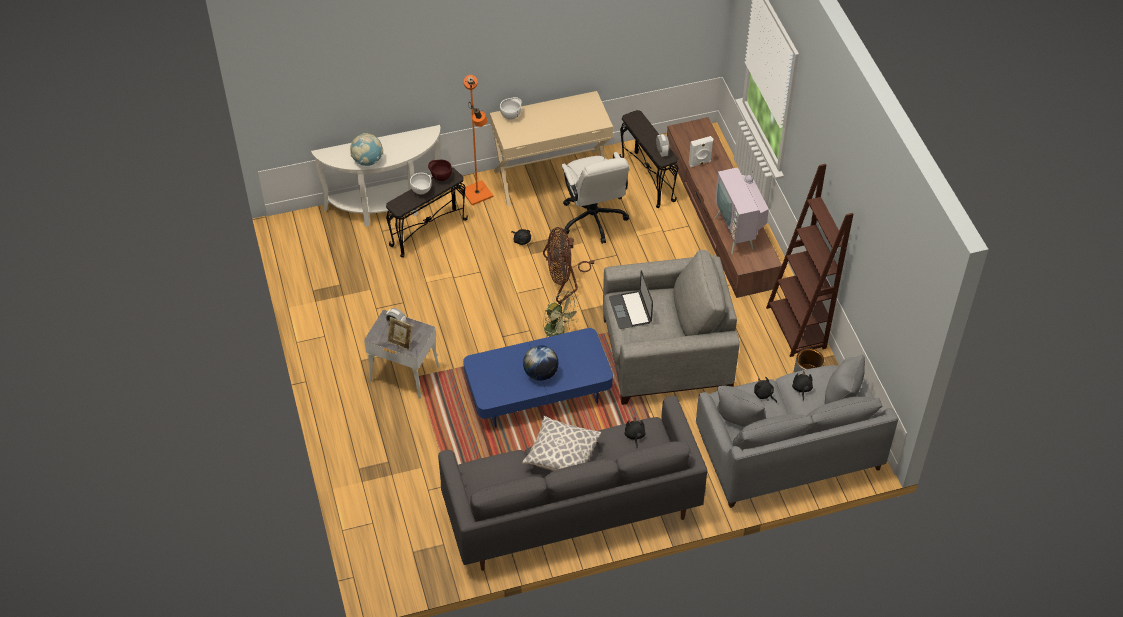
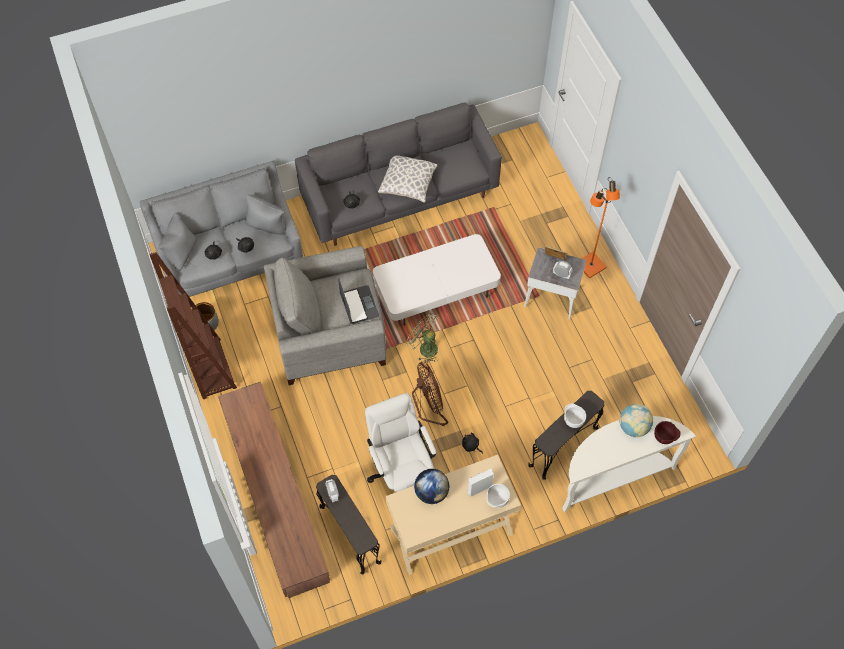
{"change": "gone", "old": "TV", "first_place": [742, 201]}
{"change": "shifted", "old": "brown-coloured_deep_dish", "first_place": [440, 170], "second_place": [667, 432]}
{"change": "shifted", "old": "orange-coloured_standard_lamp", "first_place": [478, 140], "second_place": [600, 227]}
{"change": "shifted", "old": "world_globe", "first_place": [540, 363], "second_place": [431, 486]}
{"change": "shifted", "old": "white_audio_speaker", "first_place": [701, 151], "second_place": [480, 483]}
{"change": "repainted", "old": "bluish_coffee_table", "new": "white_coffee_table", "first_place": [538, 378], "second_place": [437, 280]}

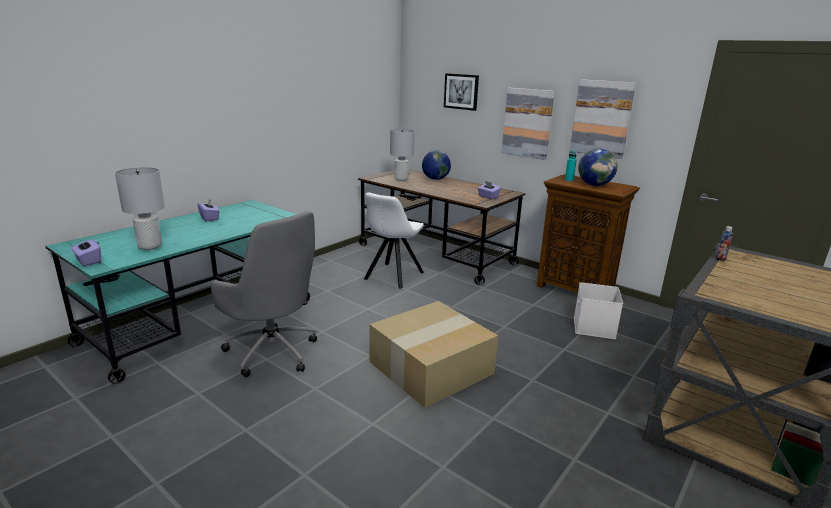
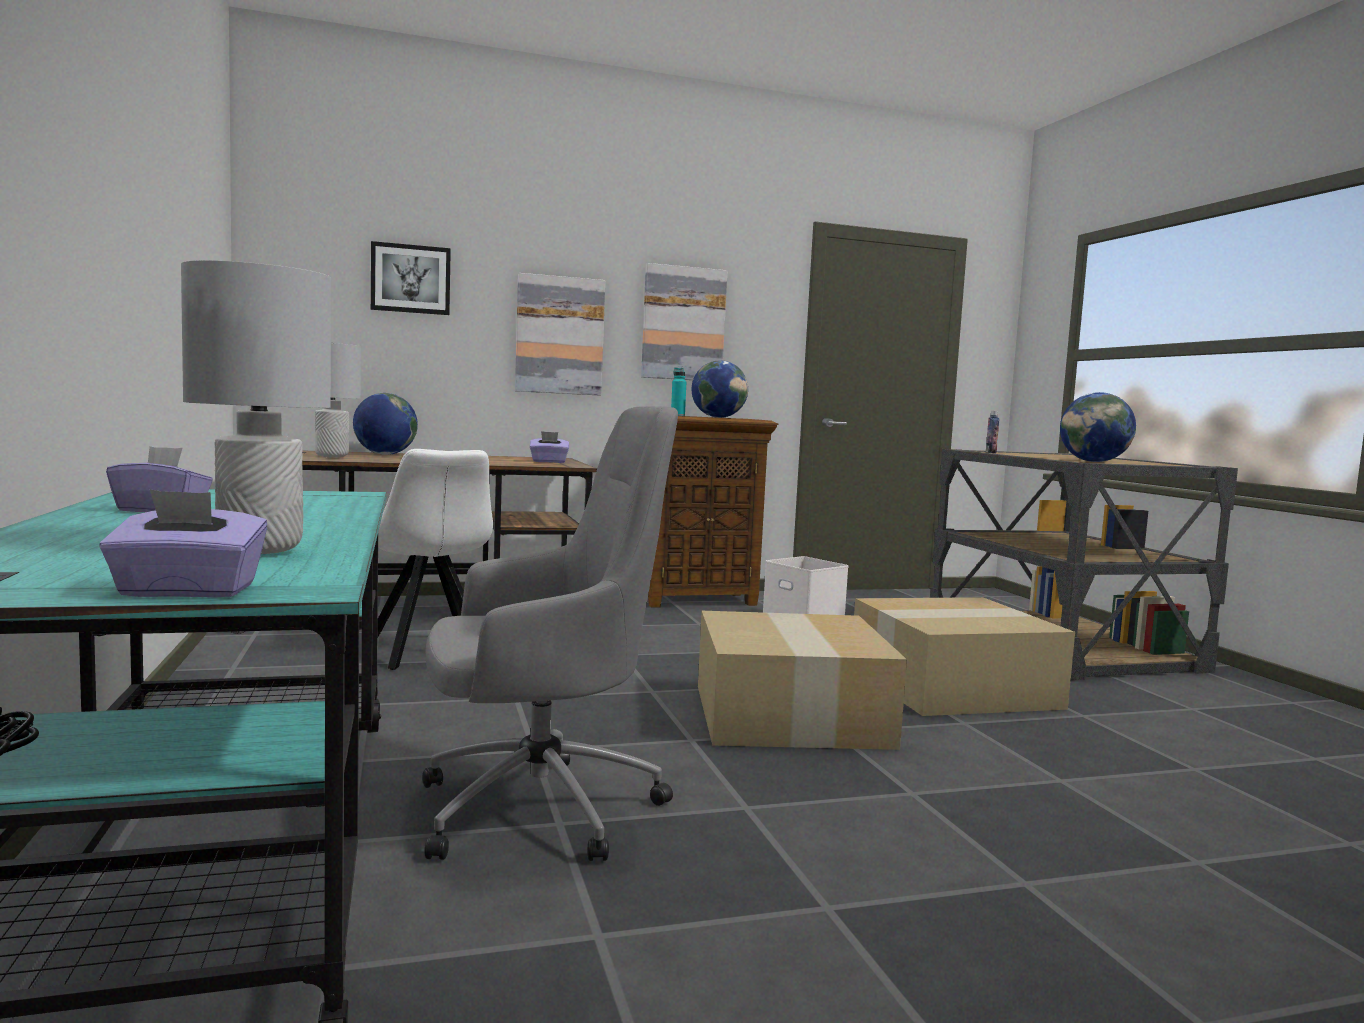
{"change": "new", "new": "cardboard_box", "second_place": [964, 656]}
{"change": "new", "new": "world_globe", "second_place": [1098, 427]}

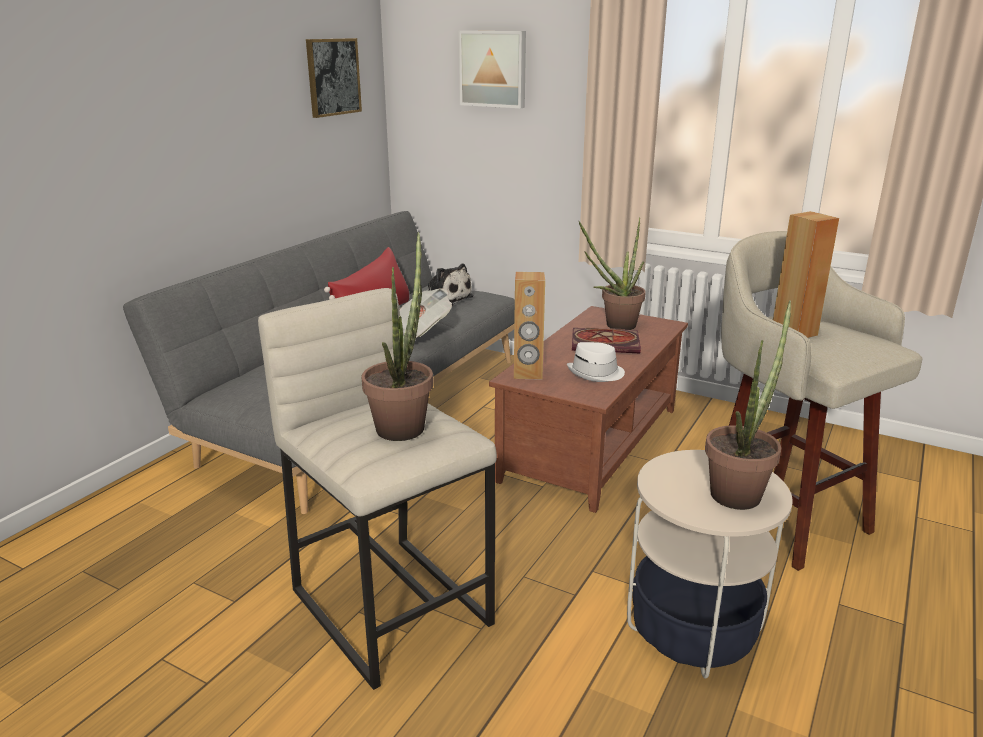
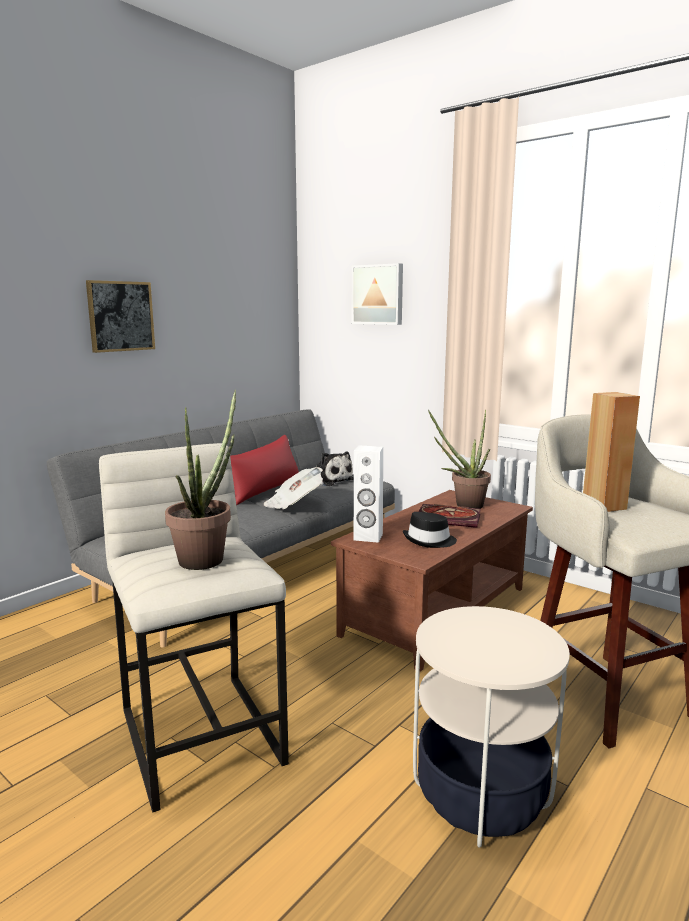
{"change": "gone", "old": "houseplant", "first_place": [748, 405]}
{"change": "shifted", "old": "picture", "first_place": [334, 78], "second_place": [120, 316]}
{"change": "repainted", "old": "brown-coloured_audio_speaker", "new": "white_audio_speaker", "first_place": [529, 326], "second_place": [368, 494]}
{"change": "repainted", "old": "white_clothing_hat", "new": "black_clothing_hat", "first_place": [596, 362], "second_place": [430, 530]}

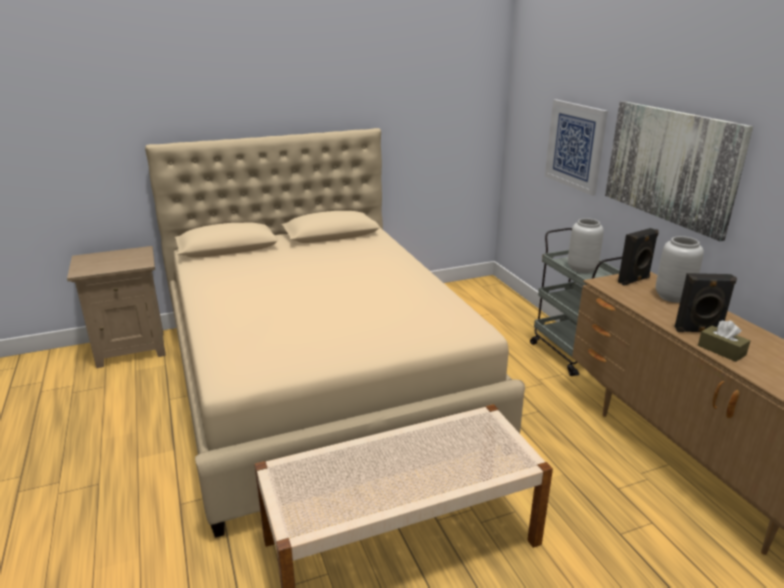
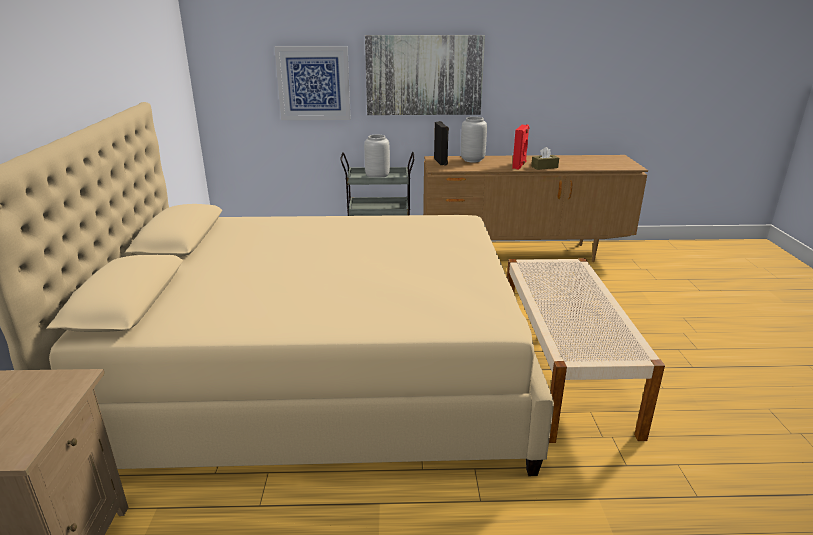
{"change": "repainted", "old": "black_audio_speaker", "new": "reddish_audio_speaker", "first_place": [706, 302], "second_place": [521, 147]}

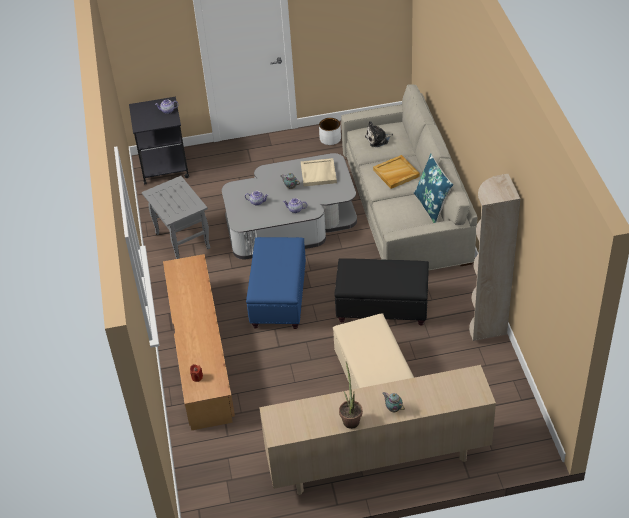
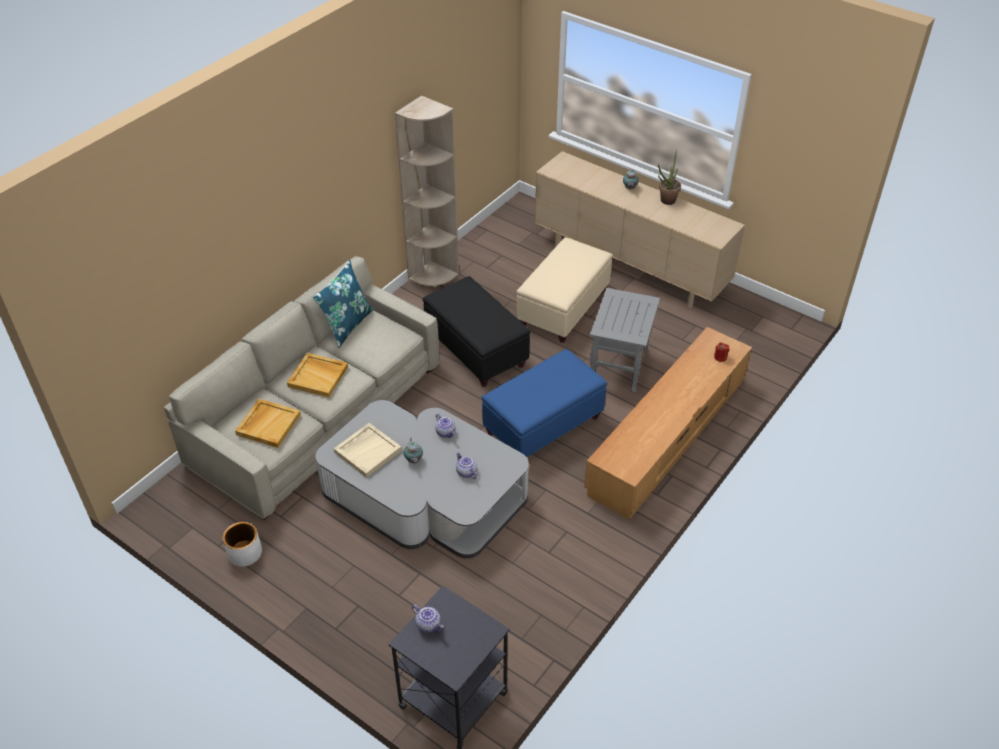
{"change": "shifted", "old": "grey_side_table", "first_place": [176, 217], "second_place": [625, 340]}
{"change": "swapped", "old": "cuddly_toy", "new": "beige-coloured_tray", "first_place": [379, 134], "second_place": [268, 423]}

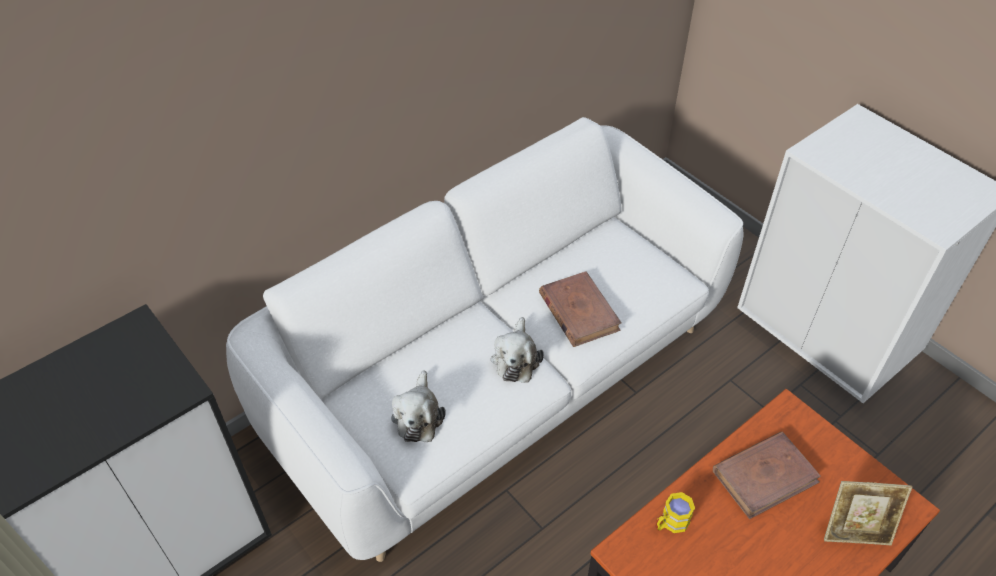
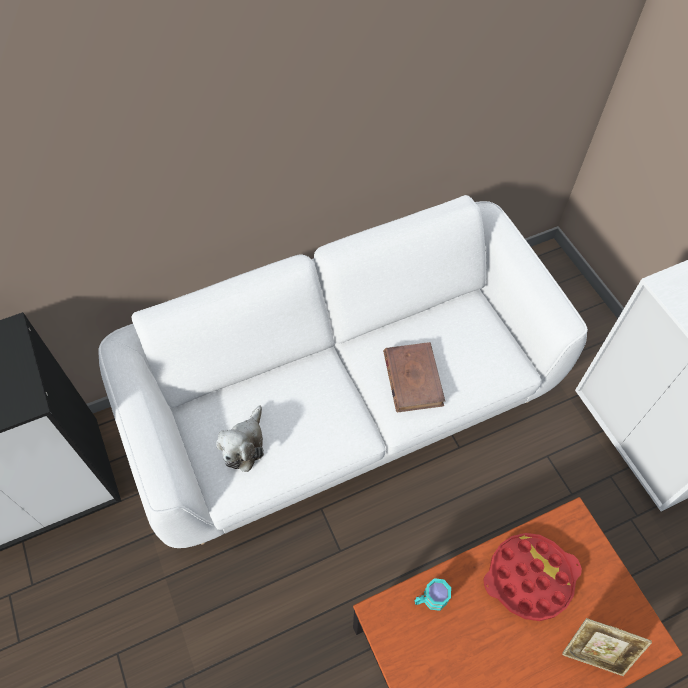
{"change": "gone", "old": "cuddly_toy", "first_place": [517, 350]}
{"change": "swapped", "old": "brown-coloured_volume", "new": "reddish_tray", "first_place": [767, 475], "second_place": [532, 577]}
{"change": "repainted", "old": "yellow_mug", "new": "turquoise-coloured_mug", "first_place": [675, 512], "second_place": [432, 594]}

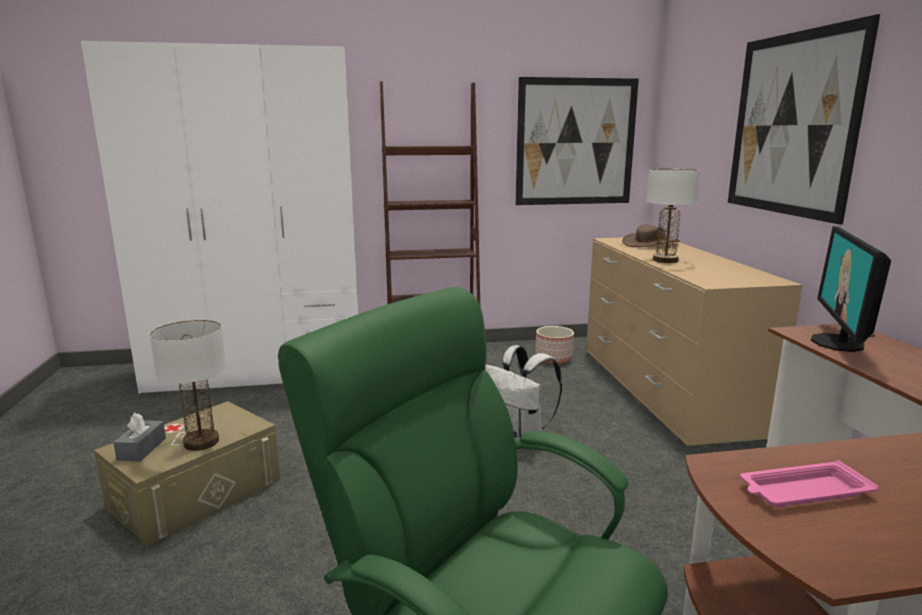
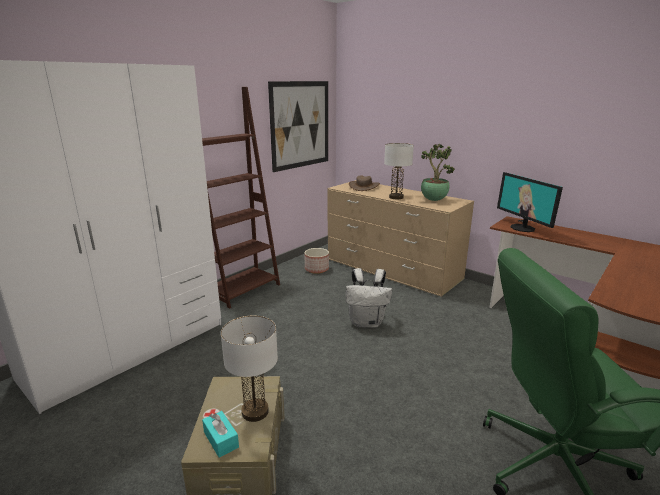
{"change": "gone", "old": "picture", "first_place": [804, 119]}
{"change": "gone", "old": "pinkish_tray", "first_place": [809, 483]}
{"change": "new", "new": "houseplant", "second_place": [438, 172]}
{"change": "repainted", "old": "grey_tissue_box", "new": "turquoise-coloured_tissue_box", "first_place": [139, 437], "second_place": [220, 434]}

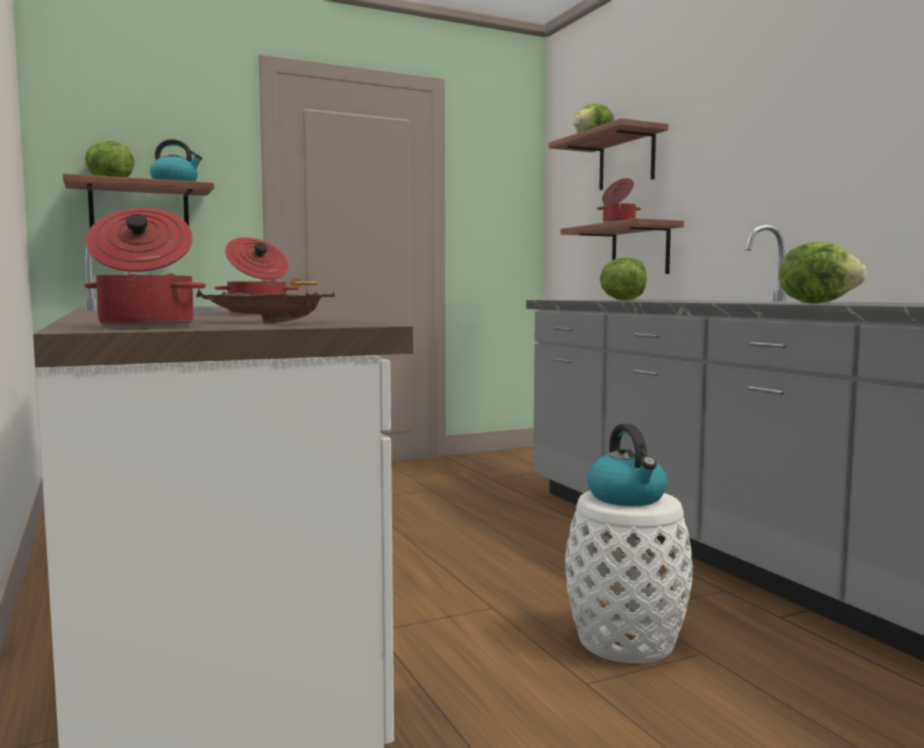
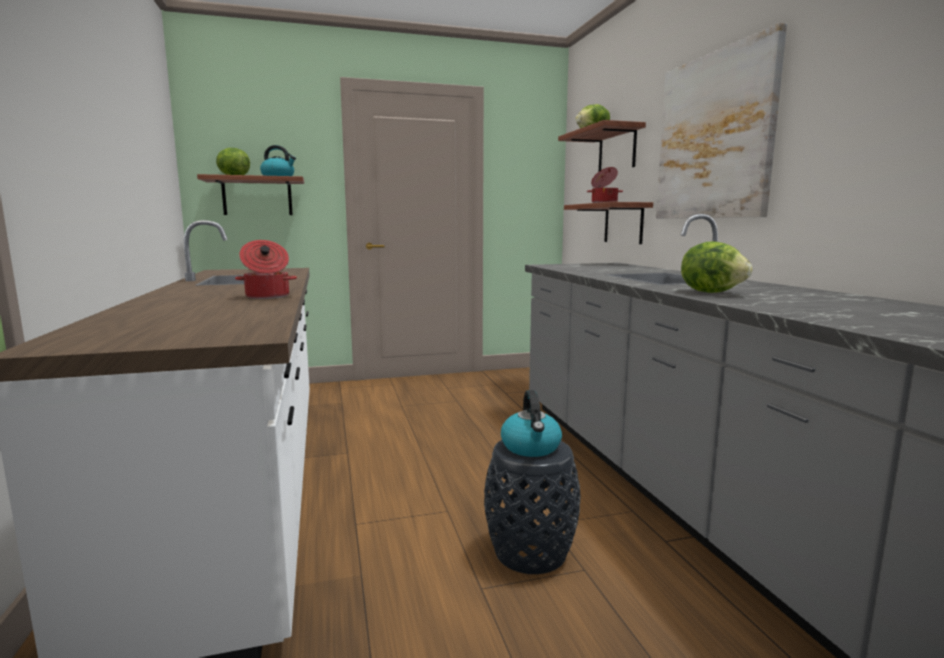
{"change": "gone", "old": "saucepot", "first_place": [145, 268]}
{"change": "gone", "old": "brown-coloured_tray", "first_place": [265, 306]}
{"change": "gone", "old": "lettuce_head", "first_place": [623, 278]}
{"change": "new", "new": "picture", "second_place": [721, 120]}
{"change": "repainted", "old": "white_sitting_stool", "new": "black_sitting_stool", "first_place": [629, 577], "second_place": [532, 507]}

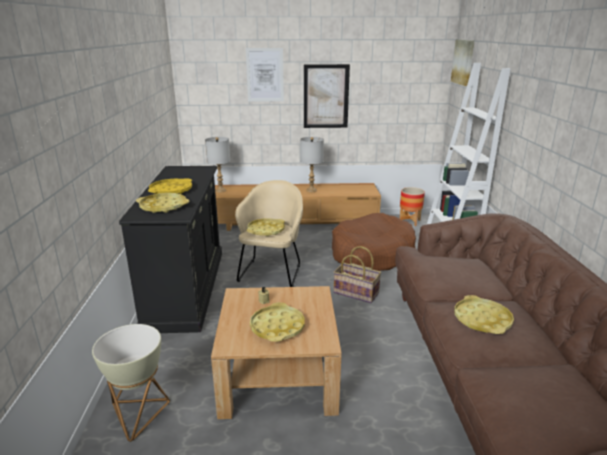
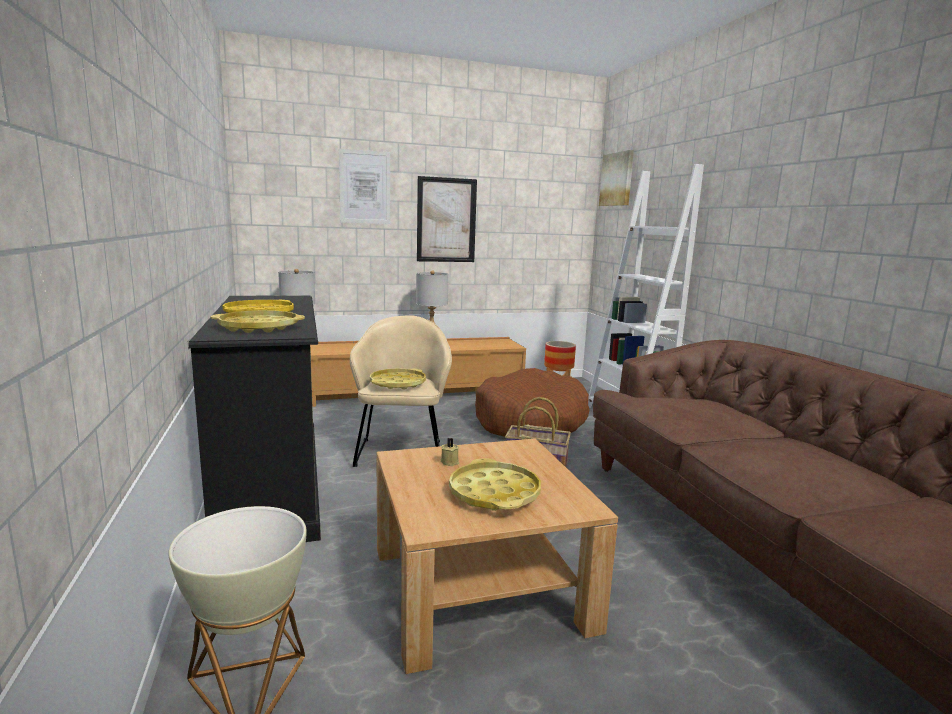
{"change": "gone", "old": "yellow_tray", "first_place": [484, 314]}

